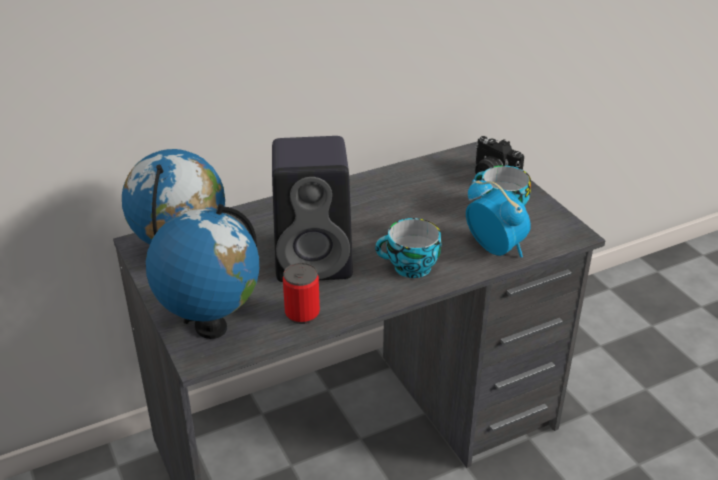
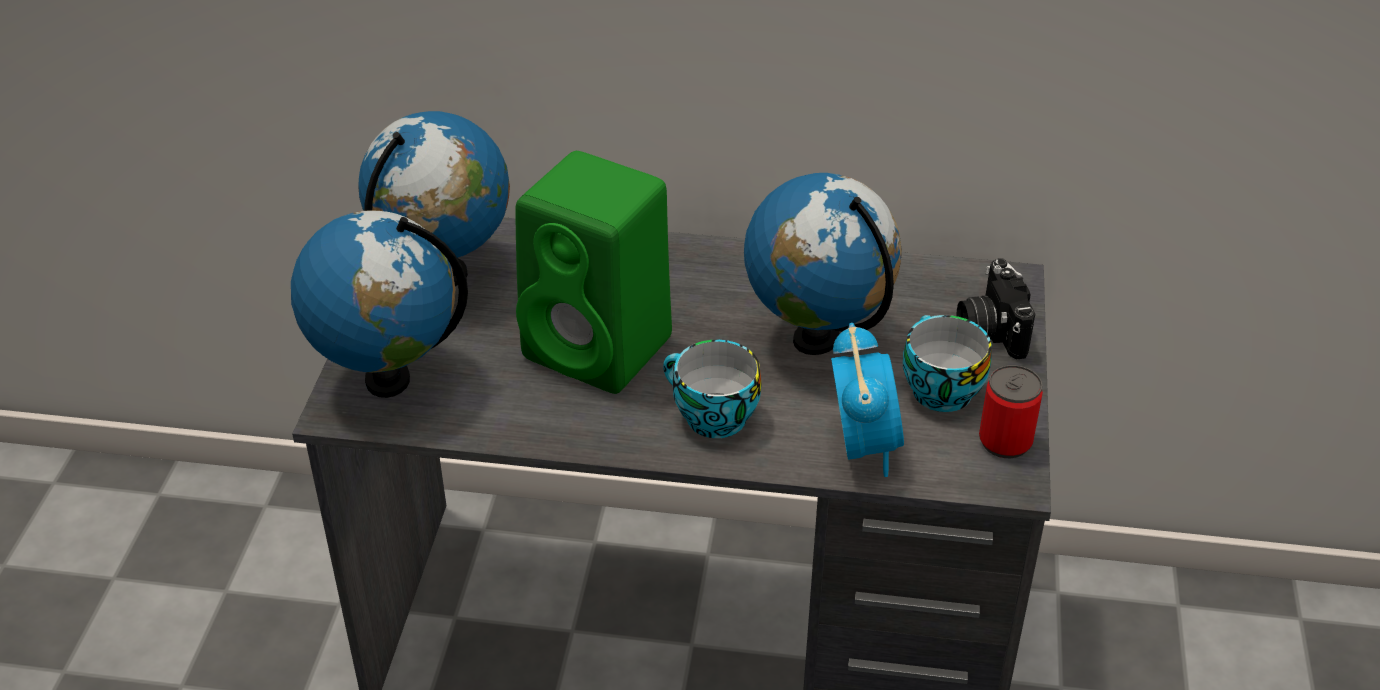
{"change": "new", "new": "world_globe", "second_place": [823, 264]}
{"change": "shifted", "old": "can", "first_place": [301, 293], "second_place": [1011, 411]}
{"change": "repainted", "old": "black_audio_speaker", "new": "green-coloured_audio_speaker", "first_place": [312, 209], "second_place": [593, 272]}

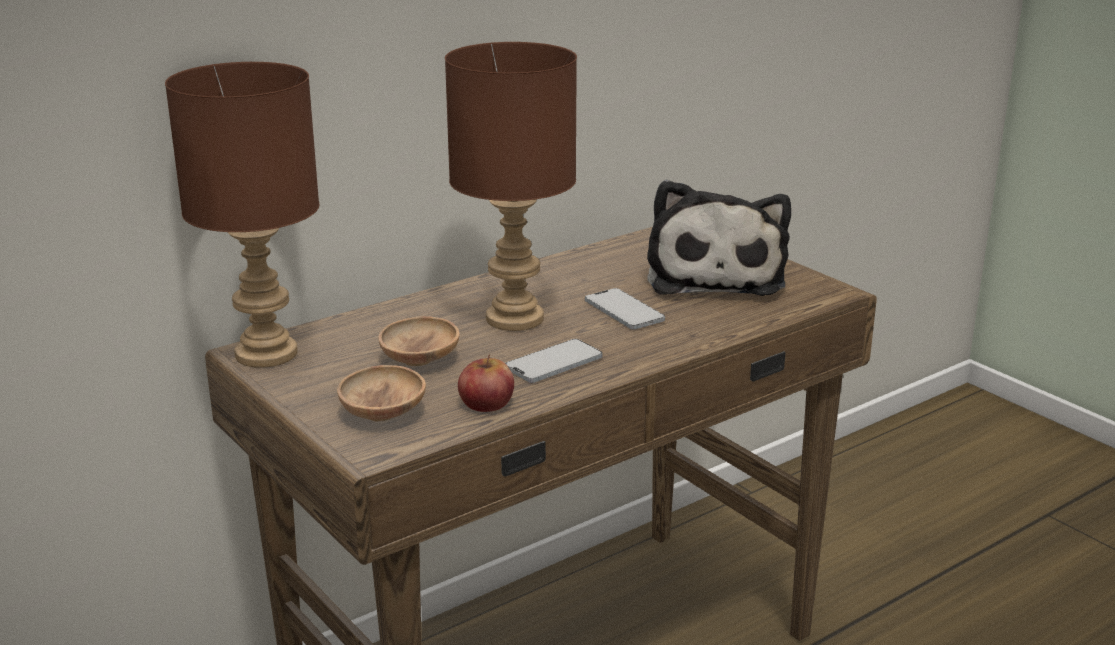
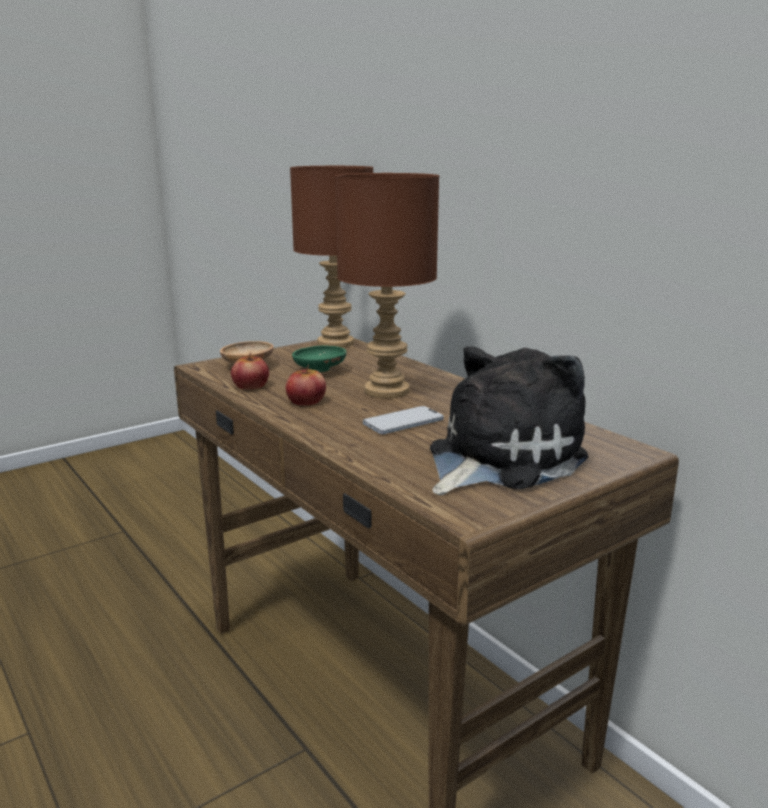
{"change": "swapped", "old": "telephone", "new": "apple", "first_place": [554, 361], "second_place": [306, 385]}
{"change": "repainted", "old": "brown-coloured_deep_dish", "new": "green-coloured_deep_dish", "first_place": [419, 341], "second_place": [319, 359]}
{"change": "rotated", "old": "cuddly_toy", "first_place": [719, 238], "second_place": [509, 421], "degrees": 135}

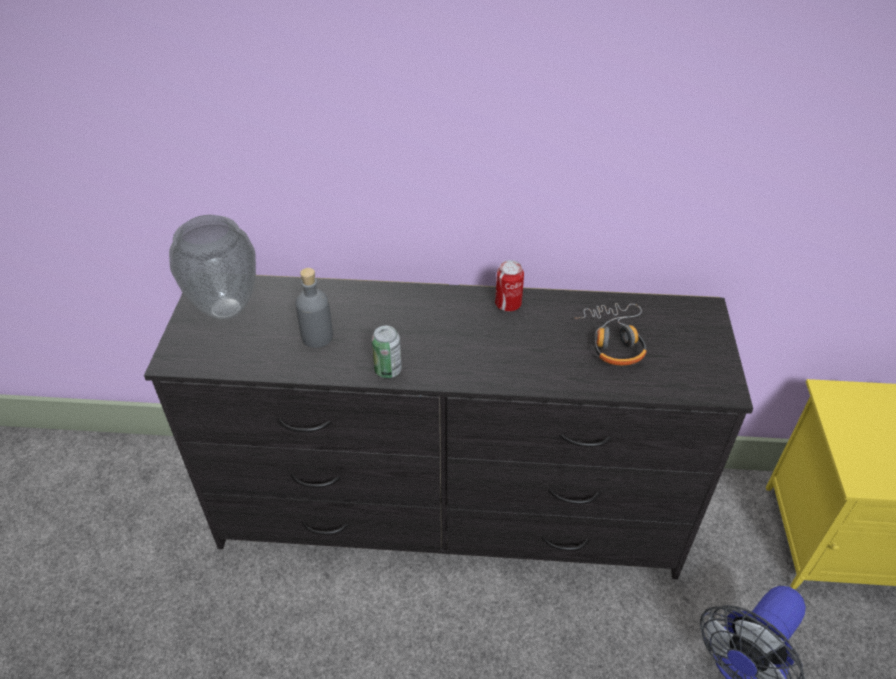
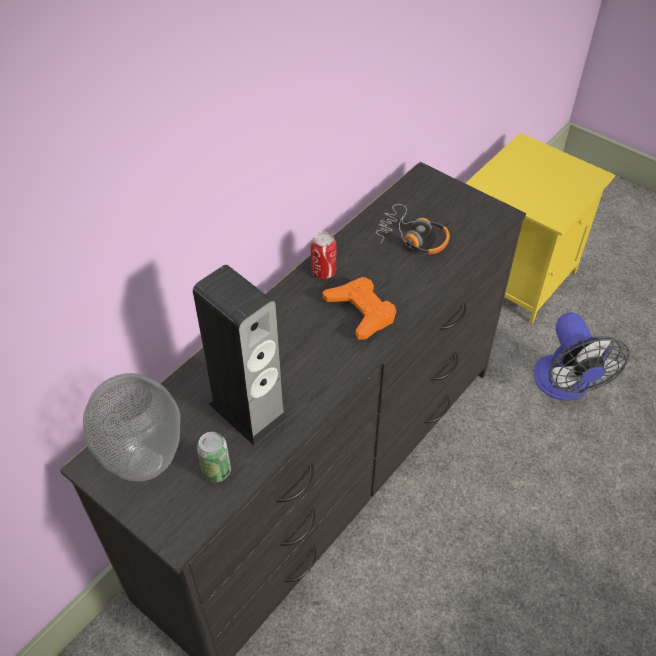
{"change": "new", "new": "orange-coloured_joypad", "second_place": [359, 308]}
{"change": "shifted", "old": "can", "first_place": [387, 352], "second_place": [214, 457]}
{"change": "swapped", "old": "grey_drink_bottle", "new": "audio_speaker", "first_place": [314, 308], "second_place": [241, 355]}

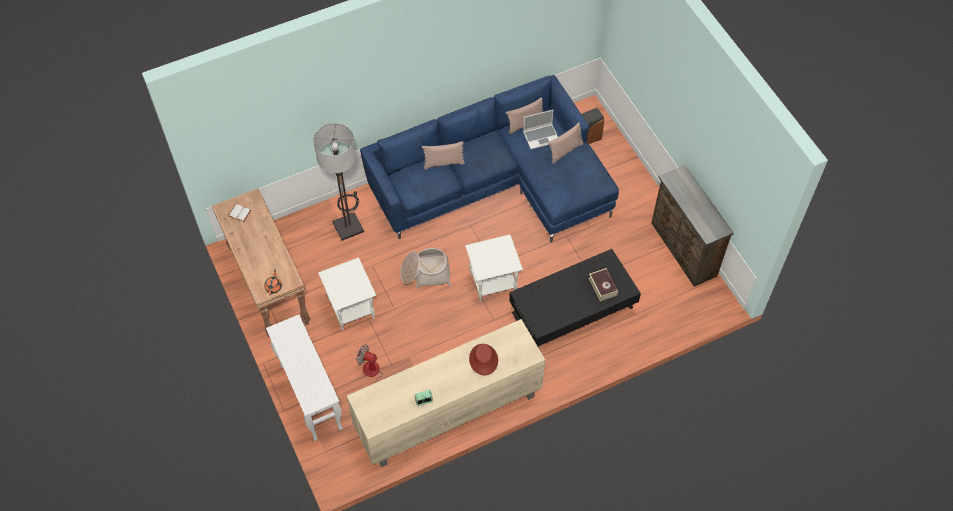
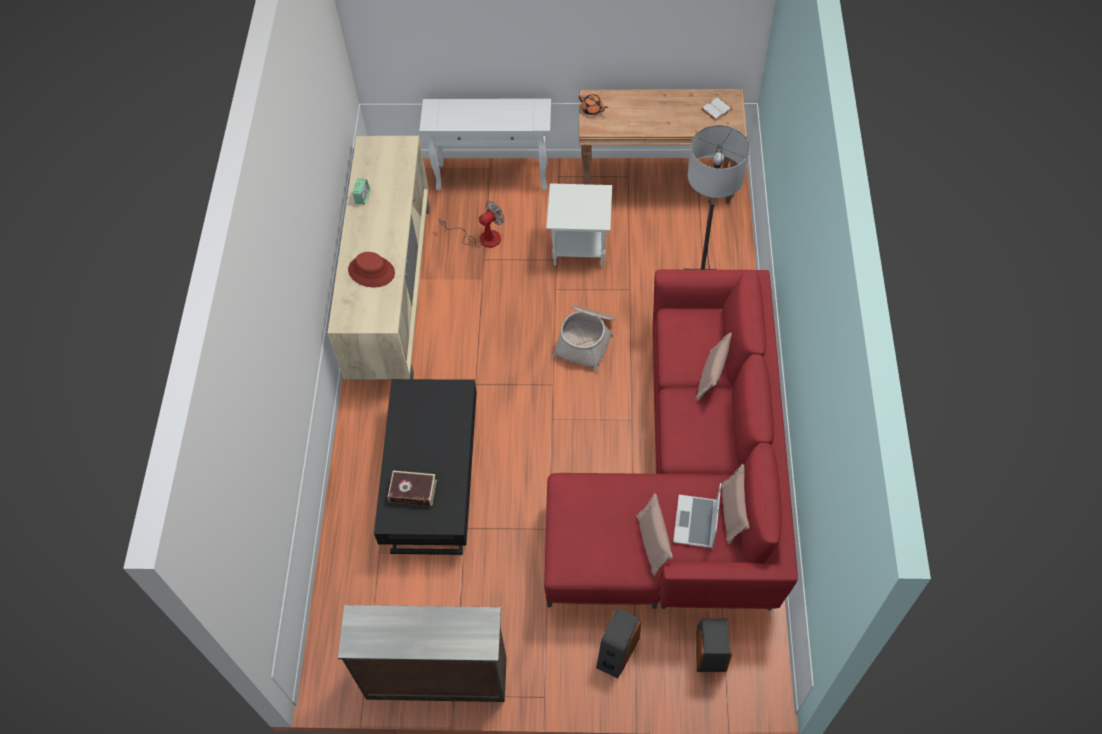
{"change": "gone", "old": "white_side_table", "first_place": [494, 268]}
{"change": "new", "new": "audio_speaker", "second_place": [618, 643]}
{"change": "repainted", "old": "bluish_sofa", "new": "reddish_sofa", "first_place": [489, 159], "second_place": [671, 440]}

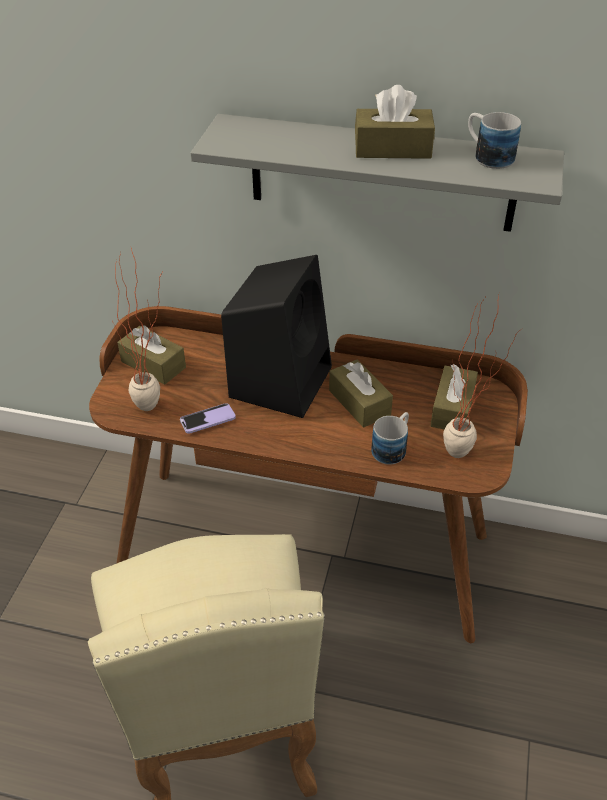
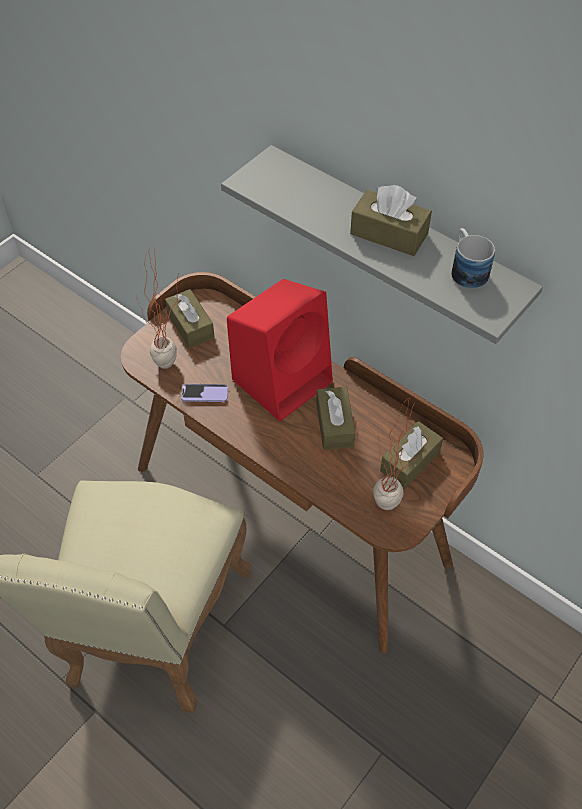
{"change": "gone", "old": "mug", "first_place": [390, 438]}
{"change": "repainted", "old": "black_audio_speaker", "new": "reddish_audio_speaker", "first_place": [276, 336], "second_place": [280, 350]}

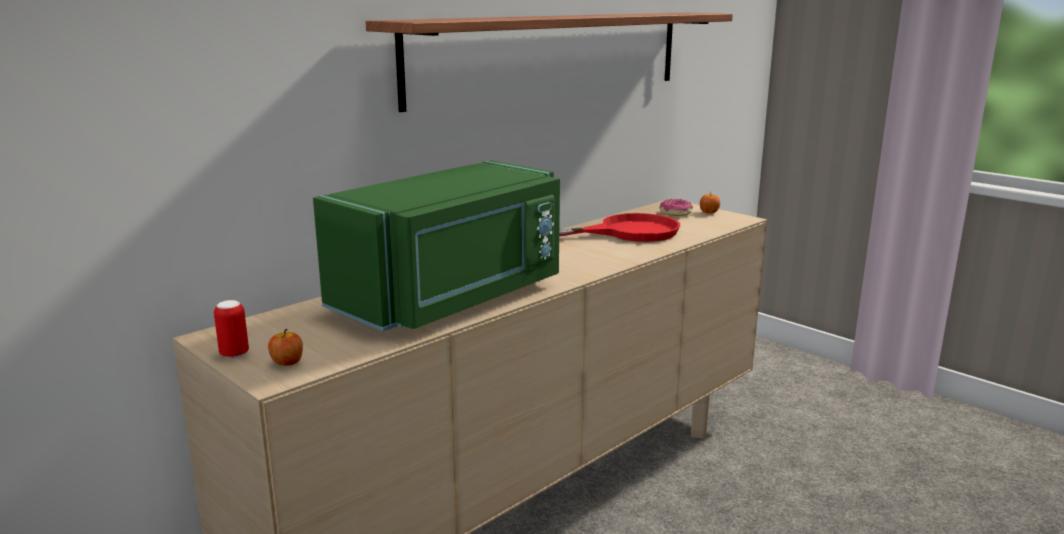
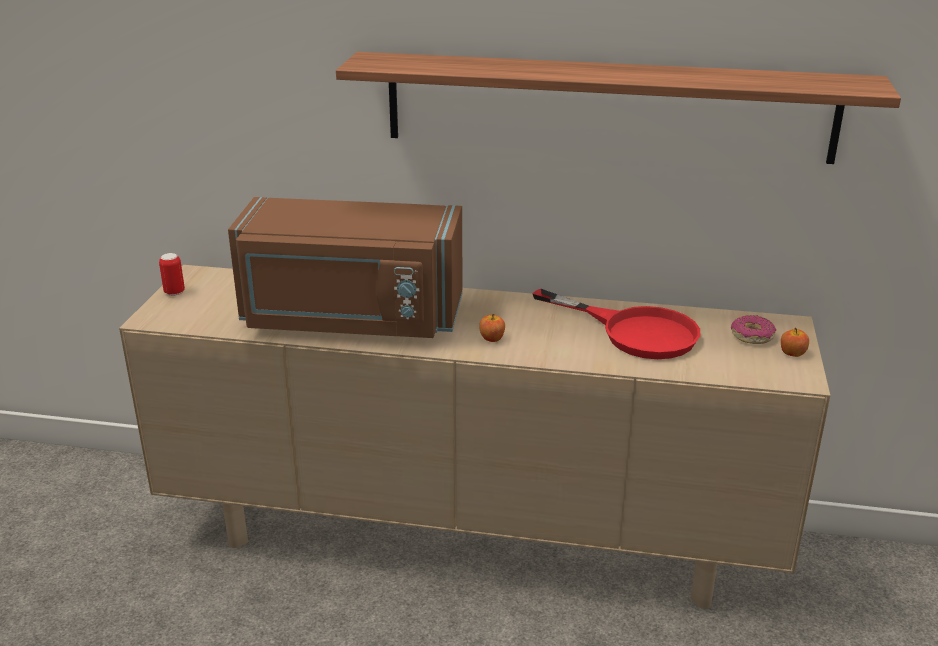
{"change": "shifted", "old": "apple", "first_place": [285, 347], "second_place": [492, 328]}
{"change": "repainted", "old": "green-coloured_microwave_oven", "new": "brown-coloured_microwave_oven", "first_place": [436, 246], "second_place": [345, 267]}

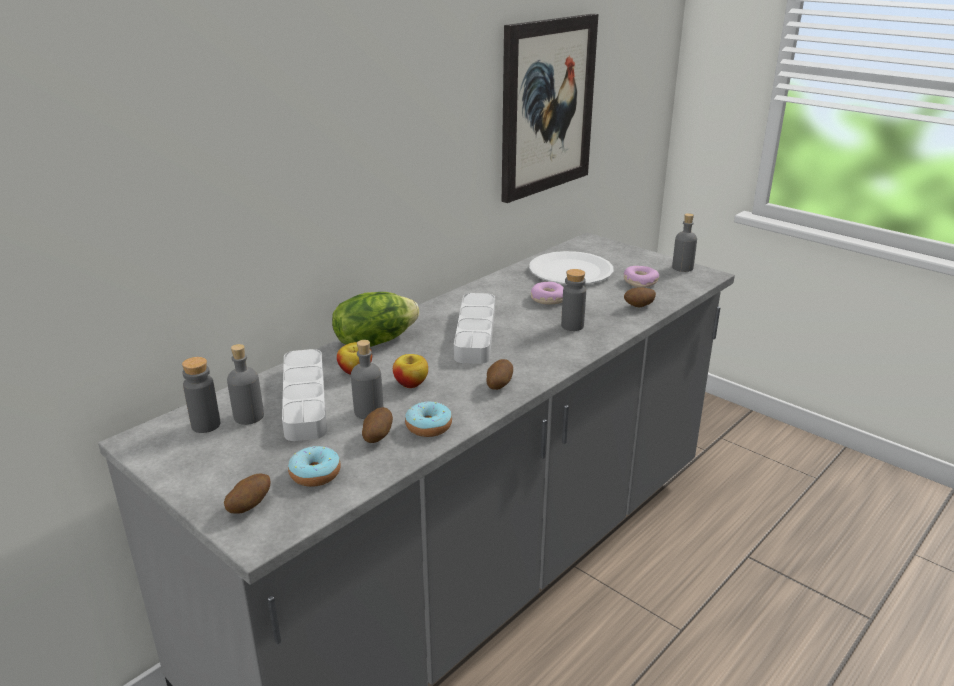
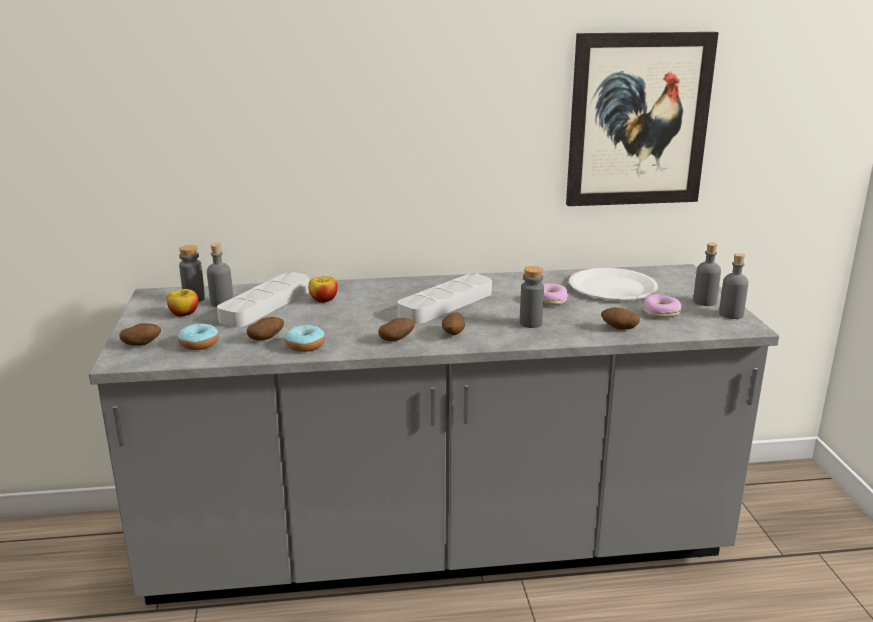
{"change": "gone", "old": "lettuce_head", "first_place": [375, 319]}
{"change": "new", "new": "whole_potato", "second_place": [453, 323]}
{"change": "shifted", "old": "grey_drink_bottle", "first_place": [367, 379], "second_place": [707, 274]}
{"change": "shifted", "old": "apple", "first_place": [410, 371], "second_place": [183, 303]}

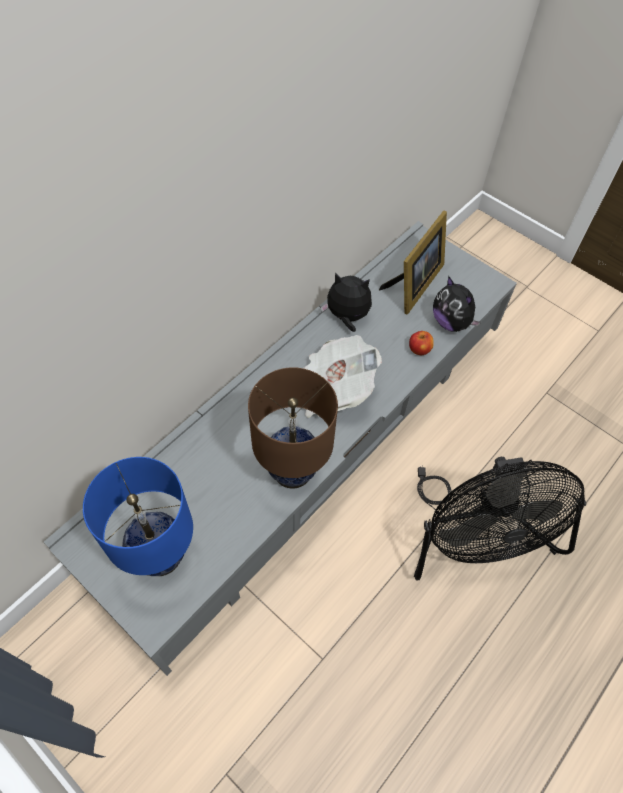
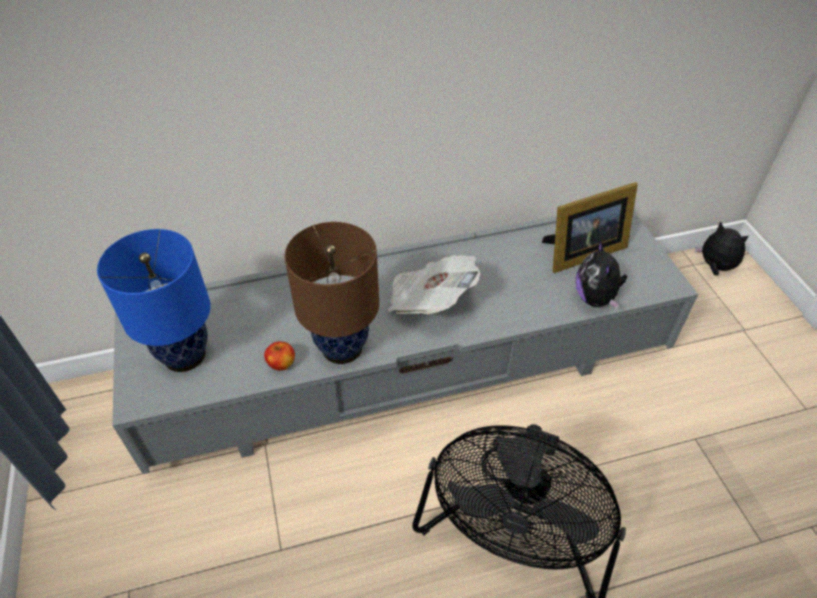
{"change": "shifted", "old": "cuddly_toy", "first_place": [346, 302], "second_place": [722, 248]}
{"change": "shifted", "old": "apple", "first_place": [421, 343], "second_place": [279, 356]}

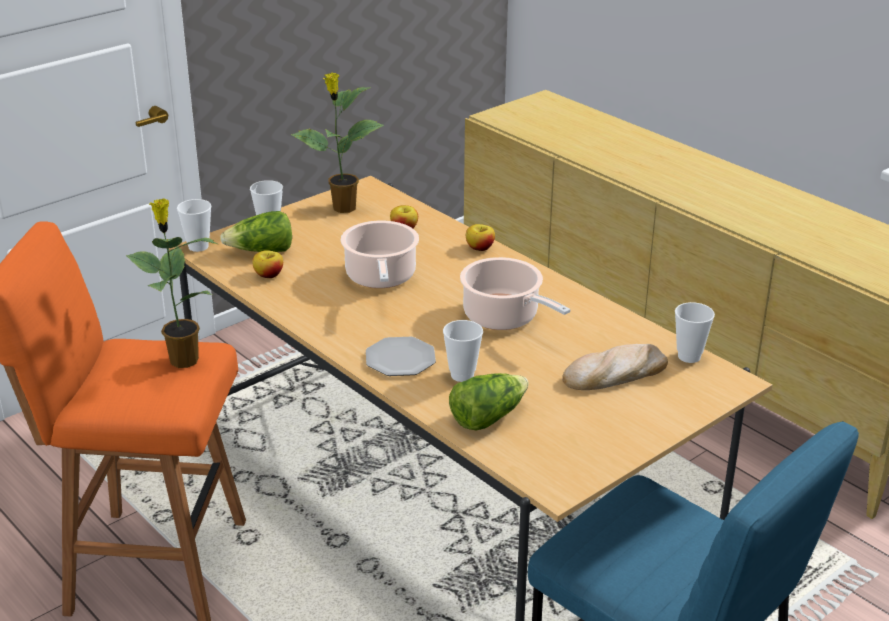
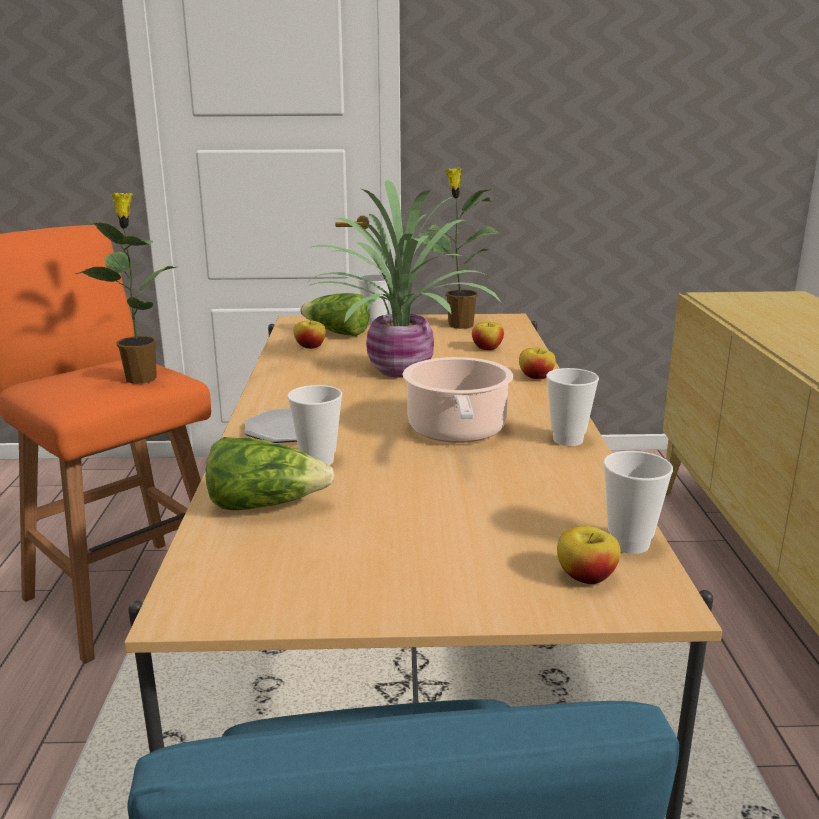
{"change": "gone", "old": "bread", "first_place": [615, 367]}
{"change": "new", "new": "apple", "second_place": [588, 555]}
{"change": "shifted", "old": "drinking_cup", "first_place": [194, 225], "second_place": [572, 407]}
{"change": "swapped", "old": "saucepot", "new": "houseplant", "first_place": [380, 254], "second_place": [405, 279]}

